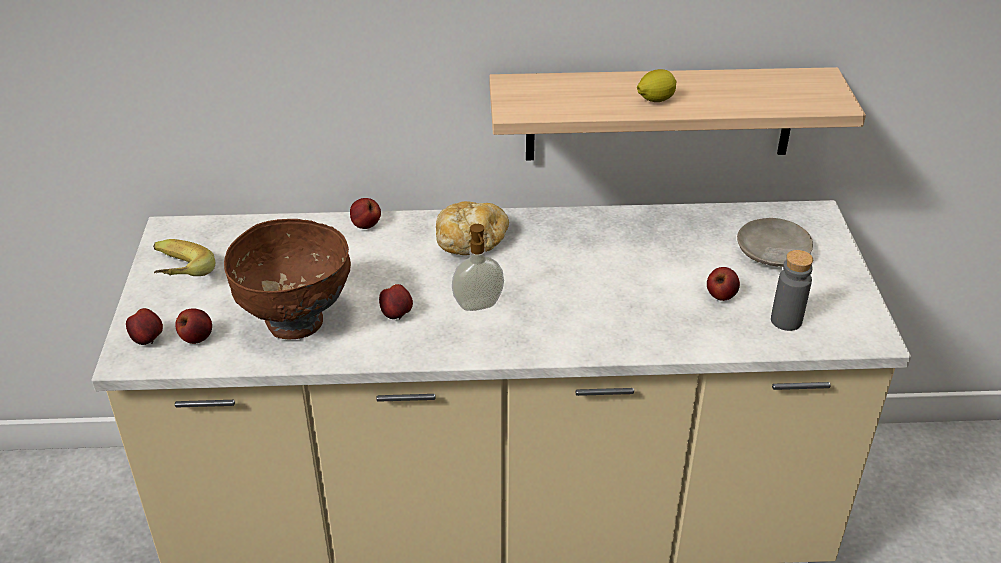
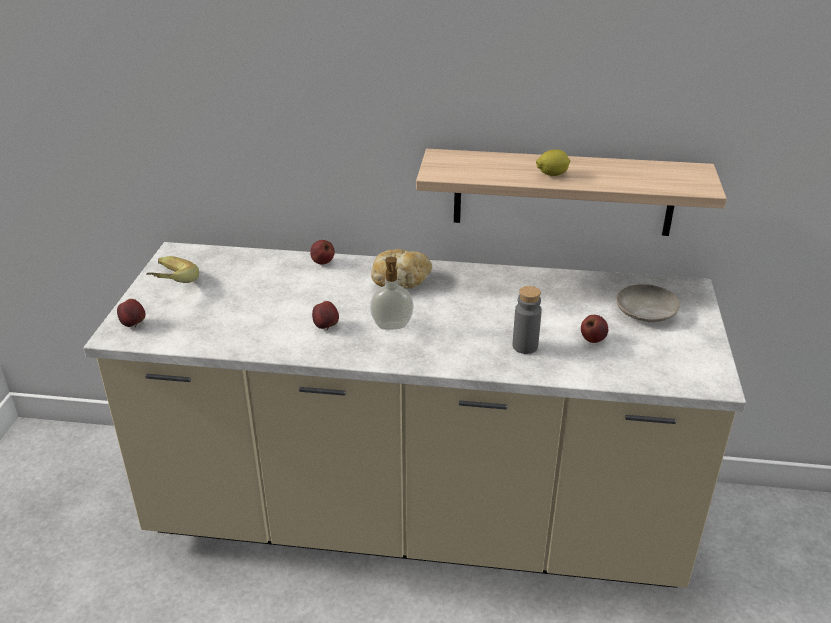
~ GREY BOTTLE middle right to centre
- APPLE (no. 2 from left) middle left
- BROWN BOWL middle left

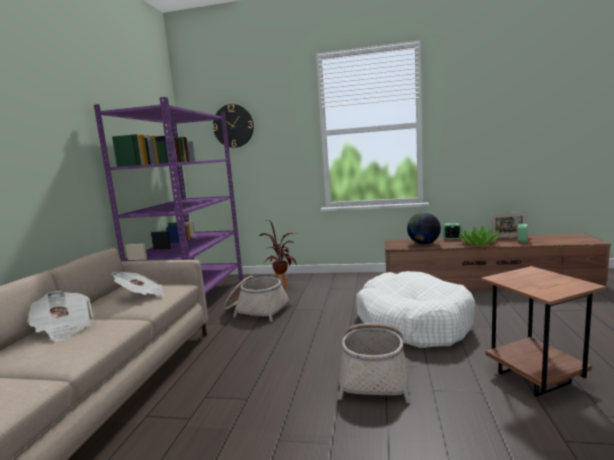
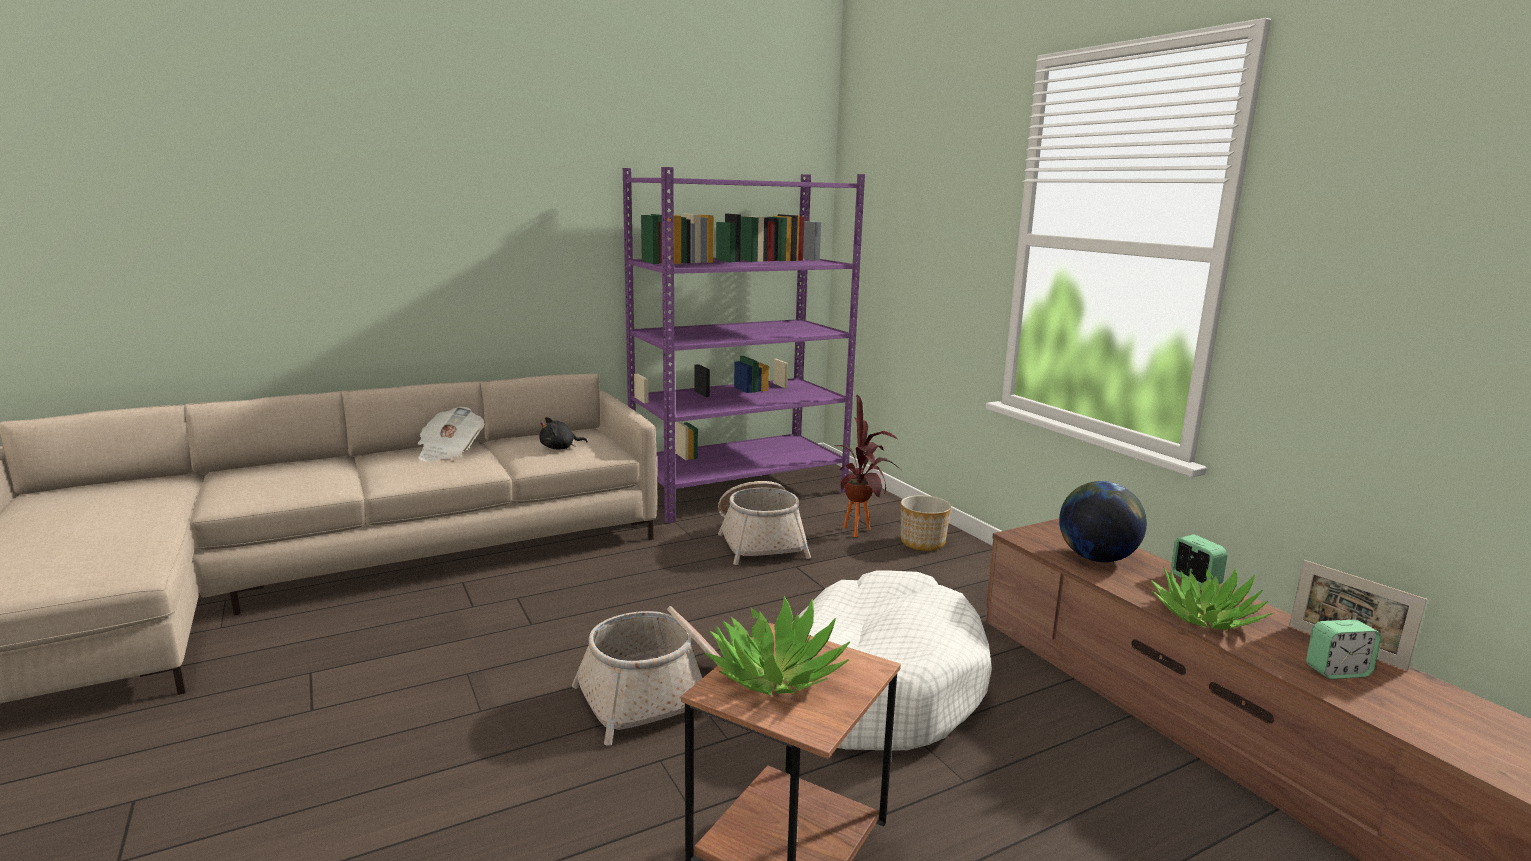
~ NEWSPAPER (no. 2 from left) middle left to BLACK PLUSH TOY centre
+ POTTED PLANT (no. 1 from left) bottom centre
+ PLANTER centre
- WALL CLOCK top centre

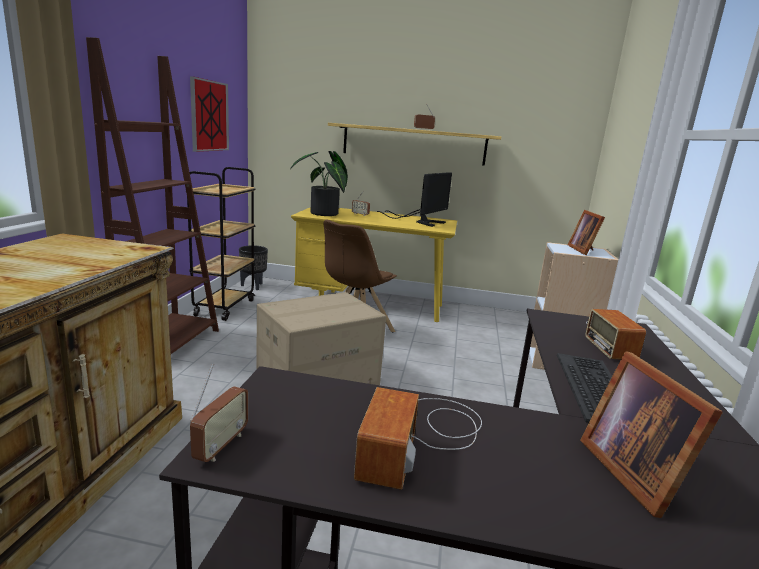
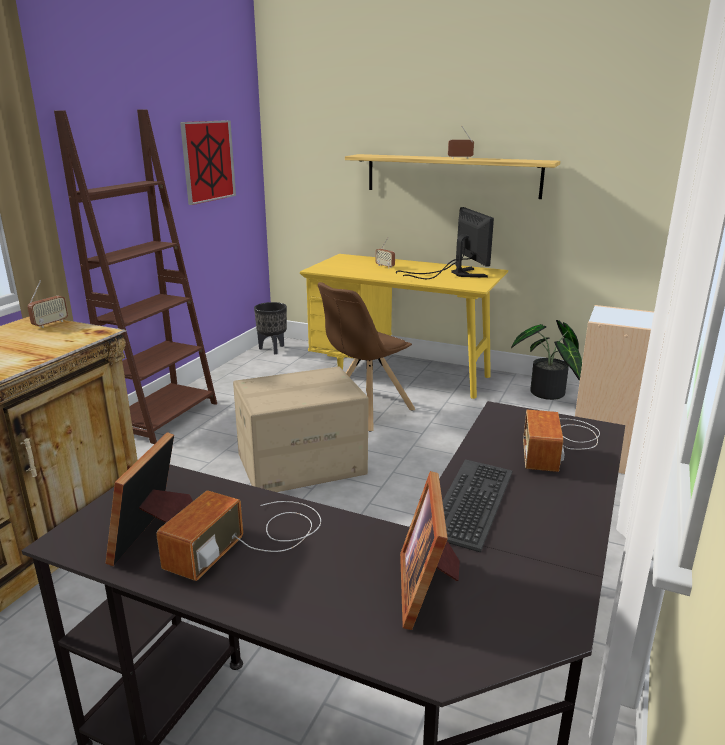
~ RADIO (no. 1 from left) bottom left to middle left
~ PICTURE FRAME (no. 1 from left) middle right to bottom left
~ MONITOR centre = top centre 60 degrees counterclockwise
~ POTTED PLANT top centre to middle right
- BROWN CART middle left

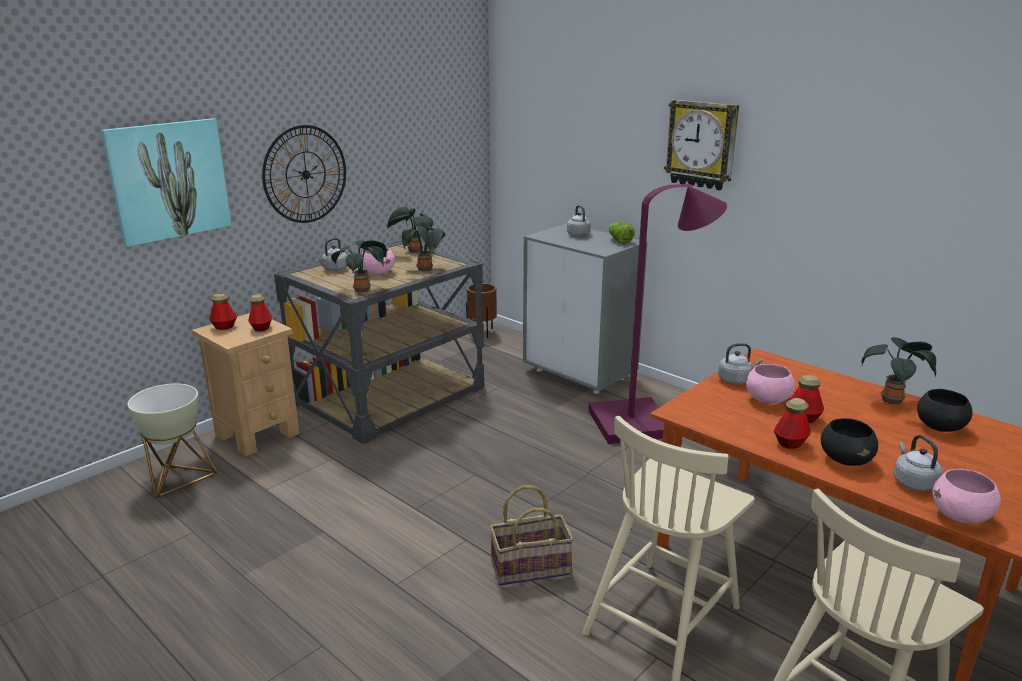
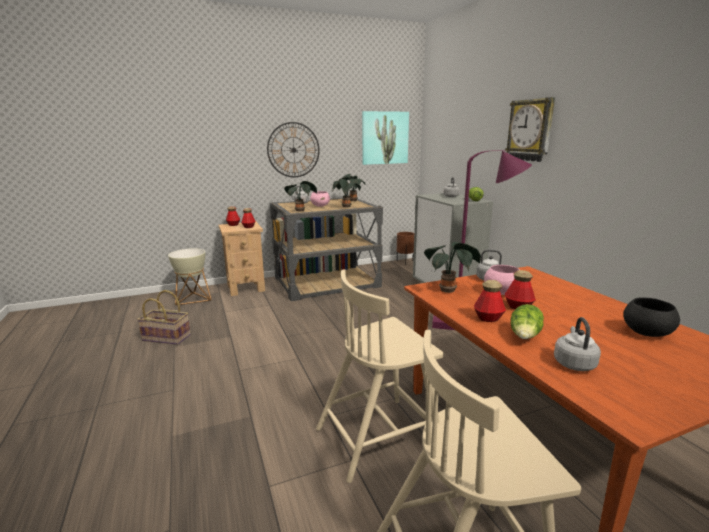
~ BASKET bottom centre to middle left
~ PICTURE top left to top centre
~ POTTED PLANT (no. 4 from left) middle right to centre
~ BLACK BOWL (no. 1 from left) middle right to LETTUCE (no. 2 from left) middle right
- PINK BOWL (no. 3 from left) bottom right

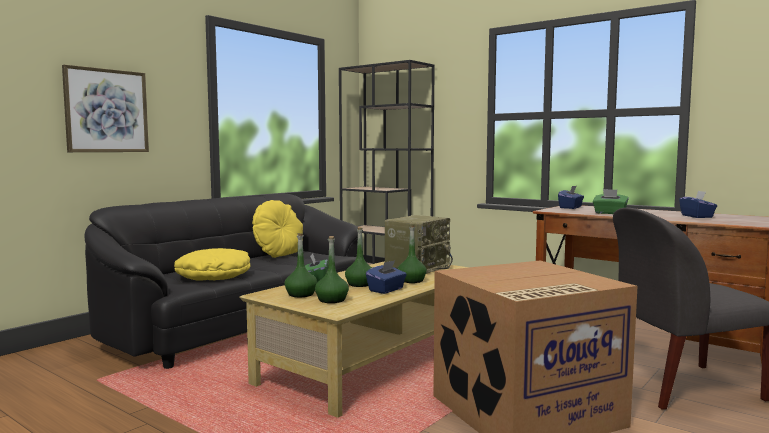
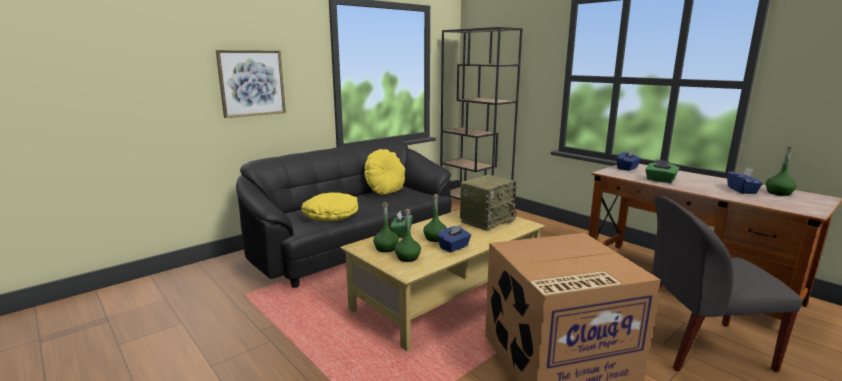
~ GREEN BOTTLE (no. 4 from left) centre to middle right

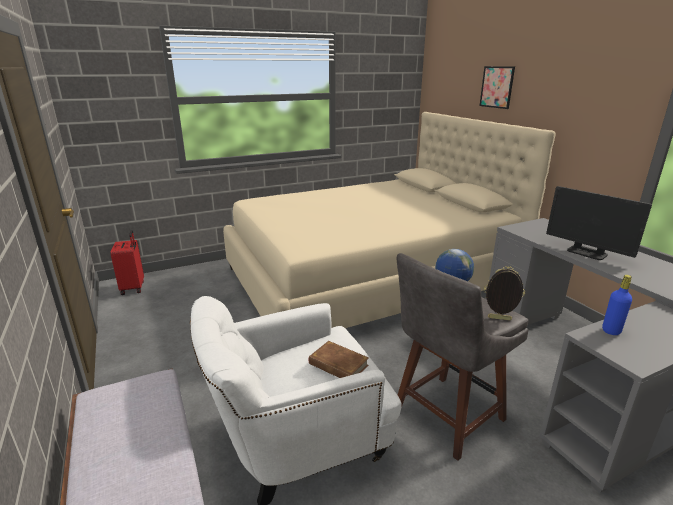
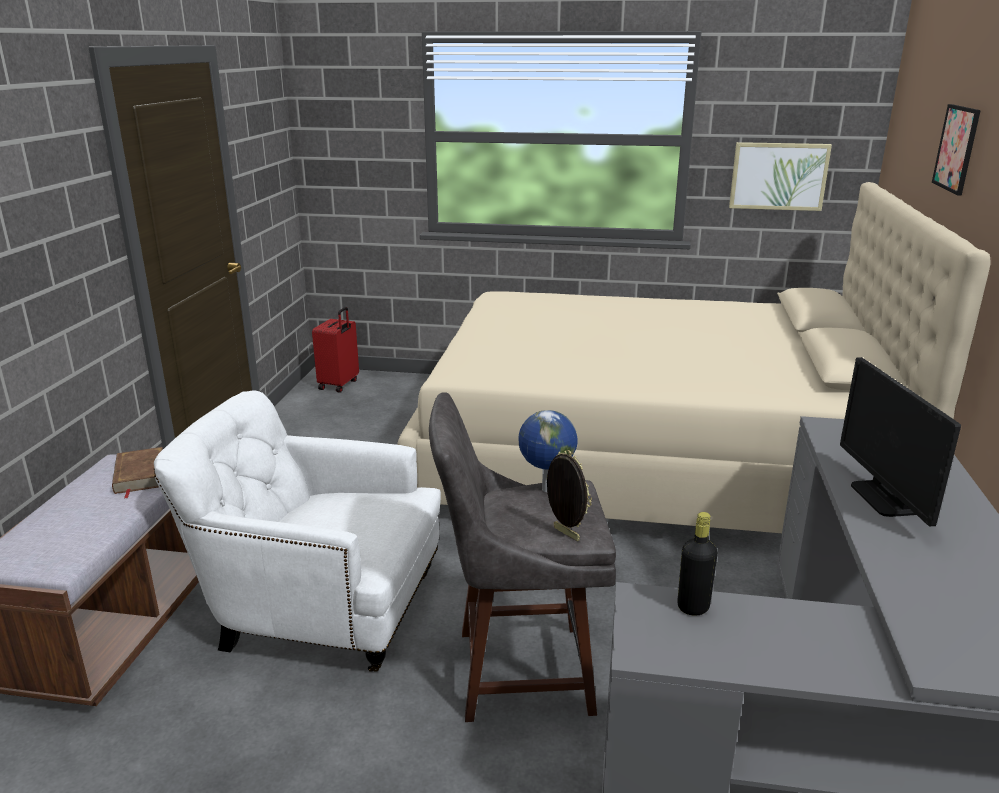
~ BROWN BOOK bottom centre to middle left
~ BLUE BOTTLE middle right to BLACK BOTTLE bottom right
+ PICTURE (no. 1 from left) top right

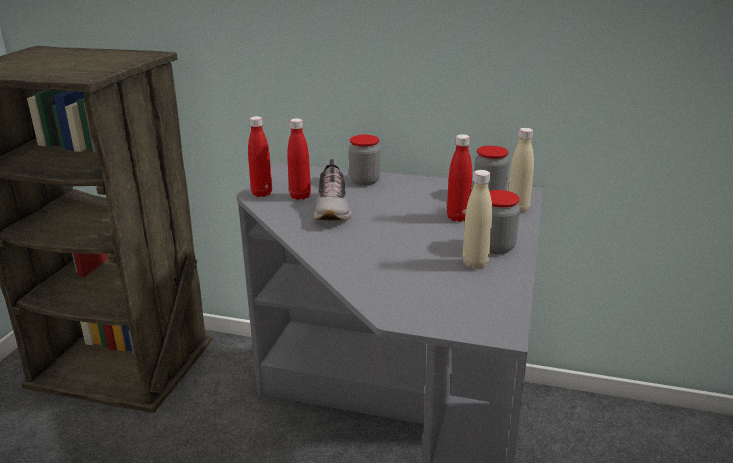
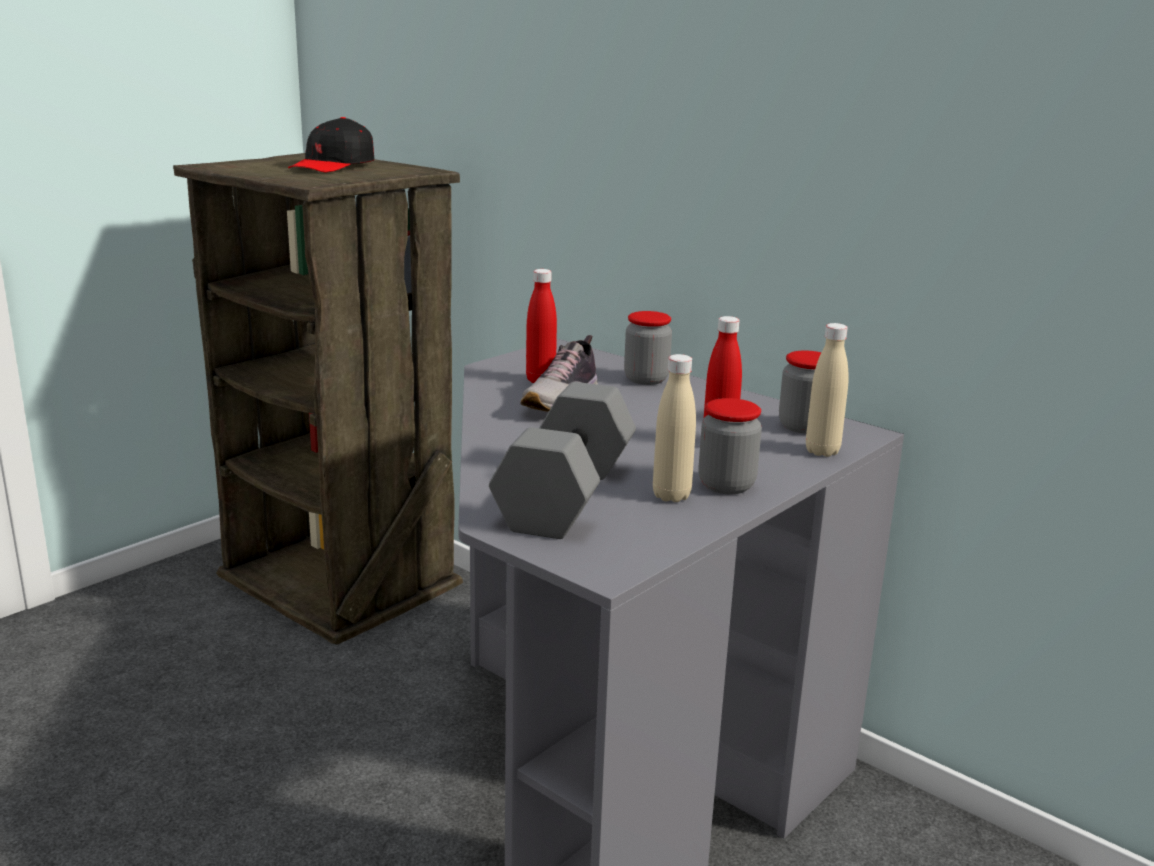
+ BLACK CAP top left
+ GREY DUMBBELL centre
- RED BOTTLE (no. 1 from left) centre

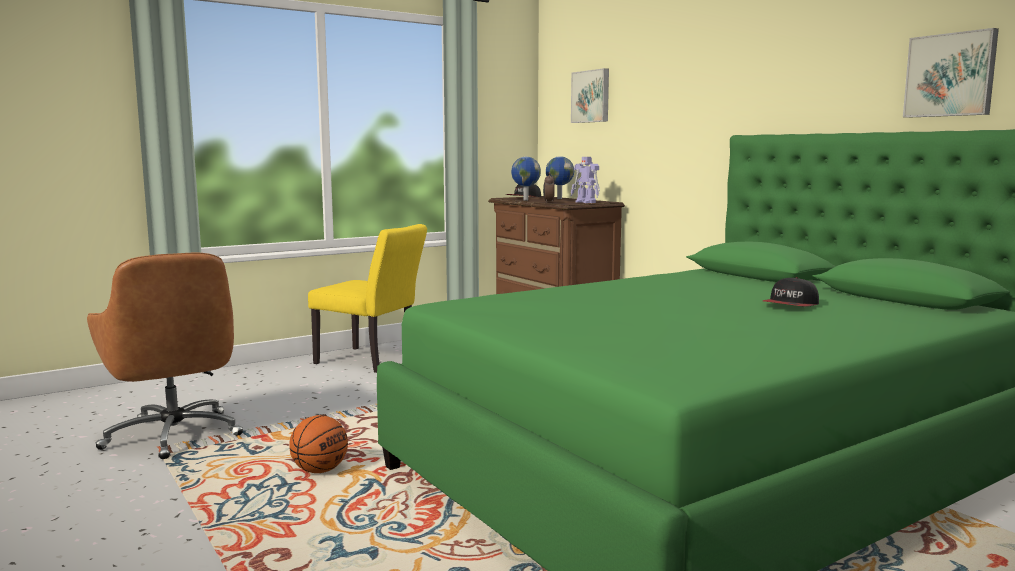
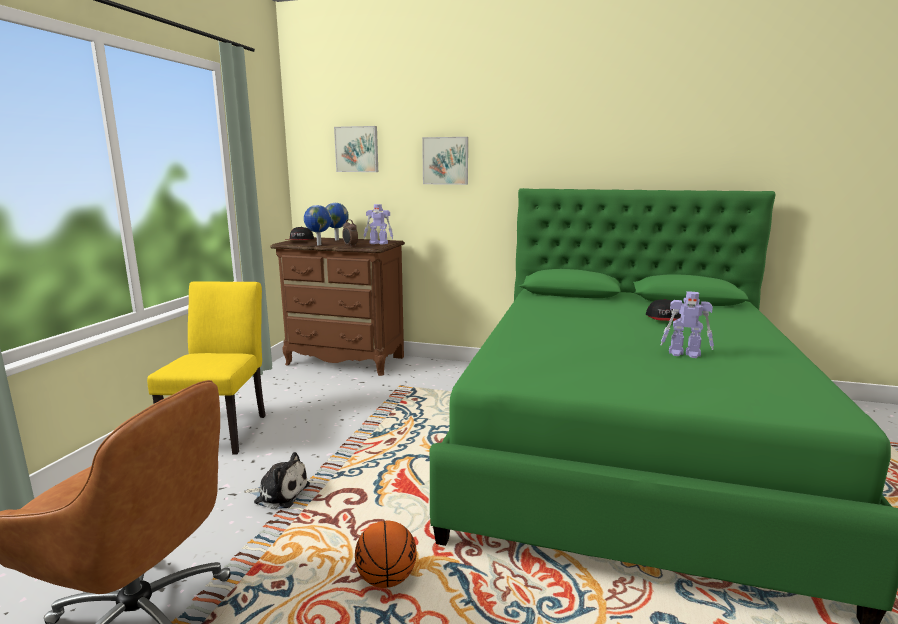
~ YELLOW CHAIR centre = middle left 75 degrees counterclockwise
+ PLUSH TOY bottom left
~ PICTURE (no. 2 from left) top right to top centre
+ TOY ROBOT (no. 2 from left) middle right

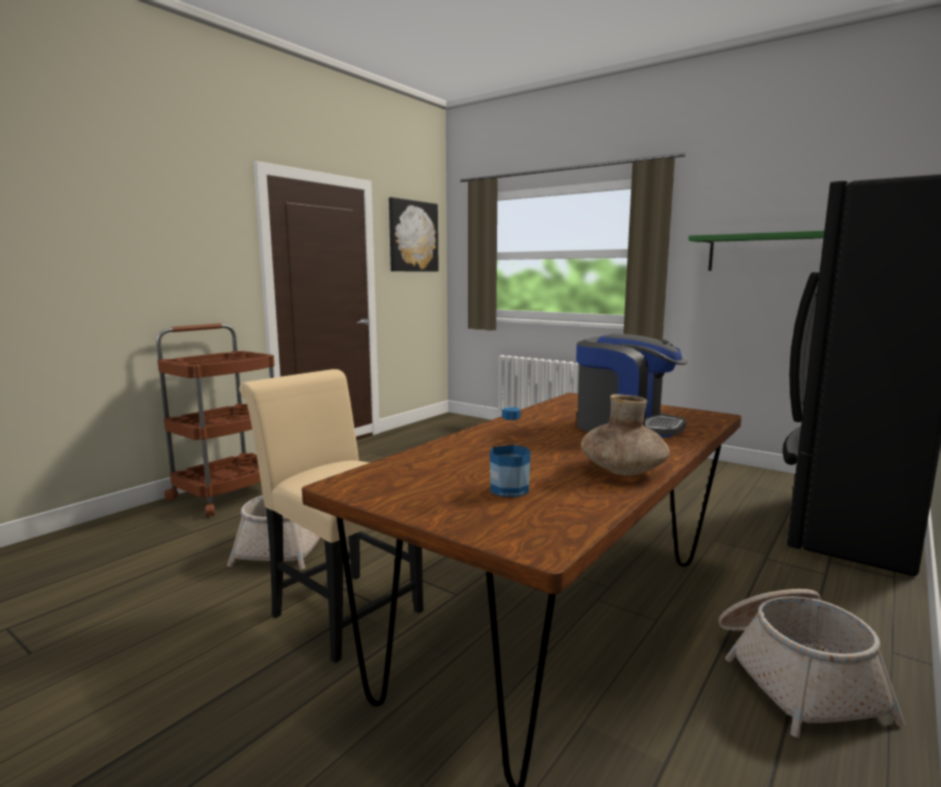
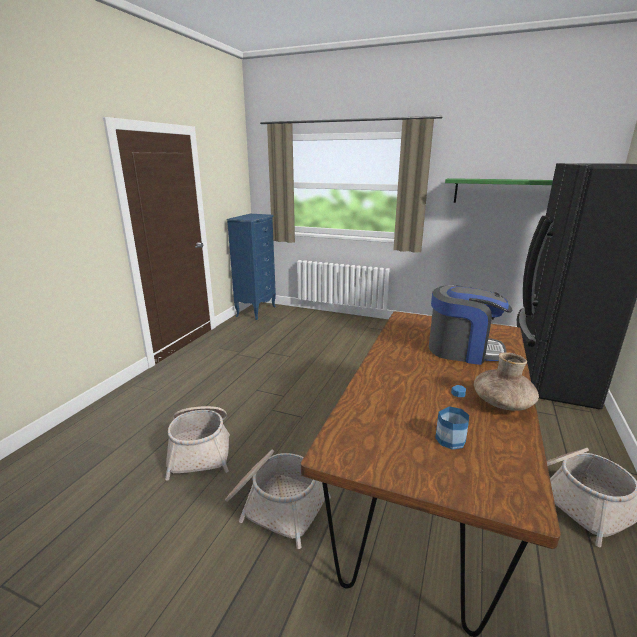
~ BEIGE CHAIR centre to BASKET (no. 2 from left) bottom centre
+ BLUE DRESSER centre
- BROWN CART middle left
- PICTURE top centre

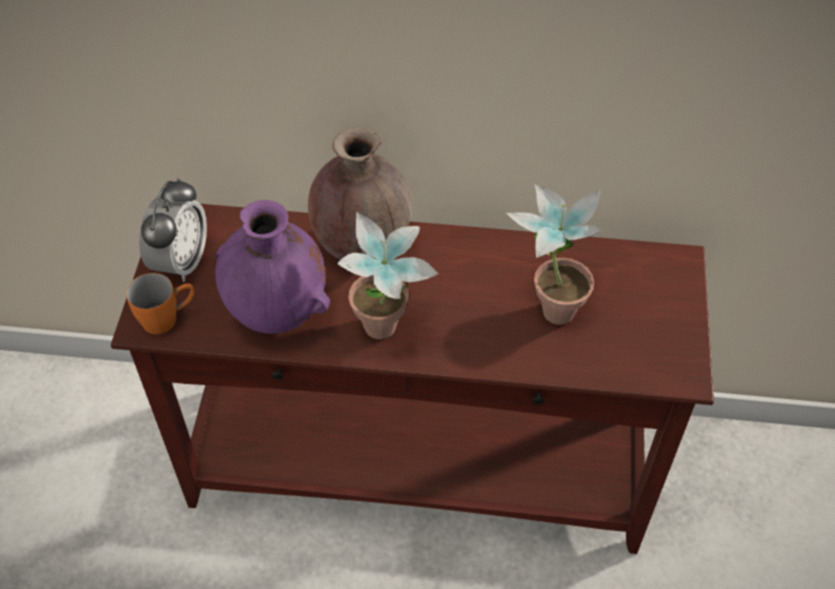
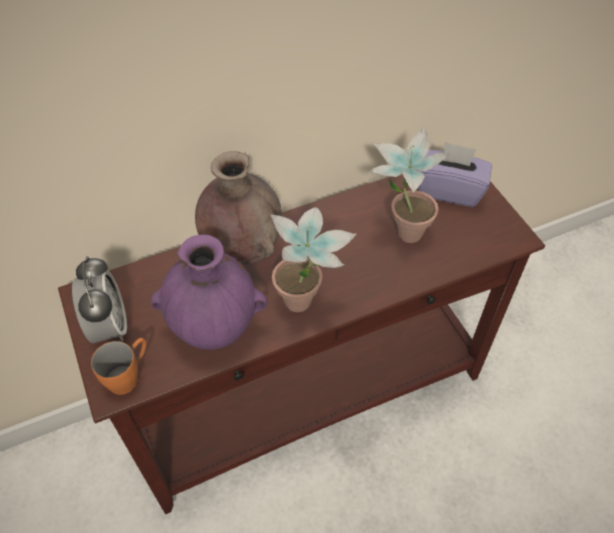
+ PURPLE TISSUE BOX top right

